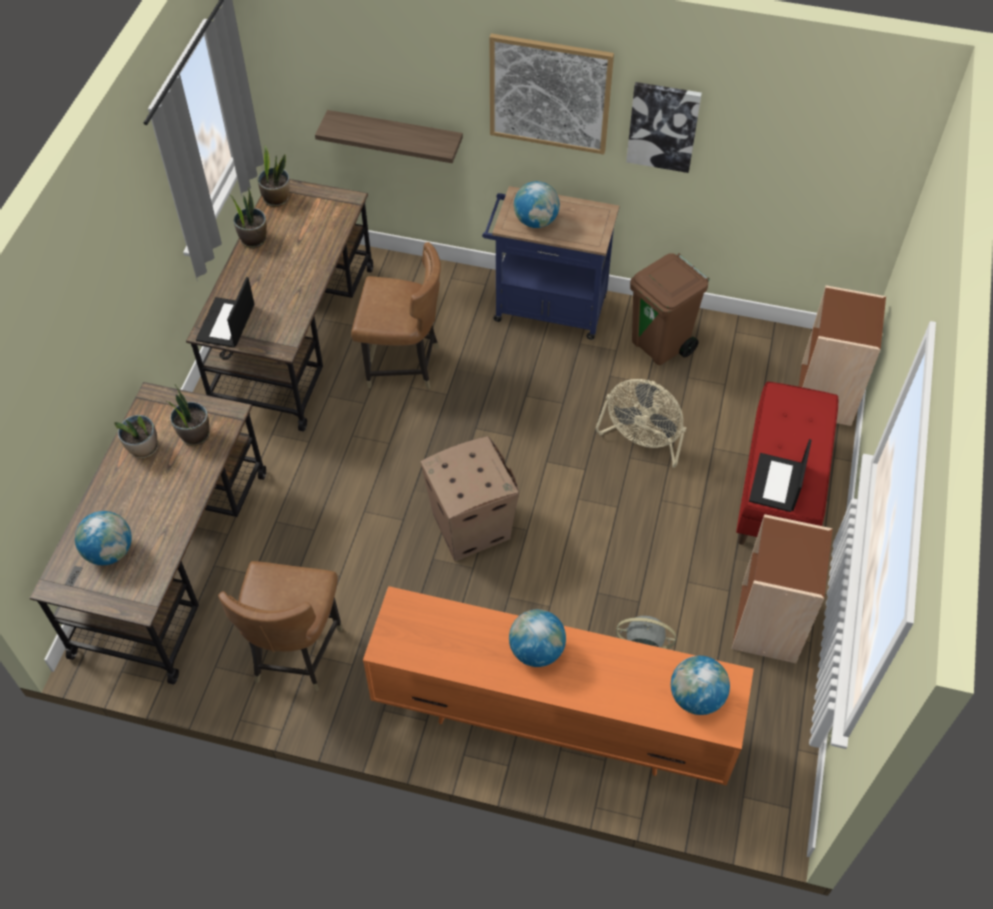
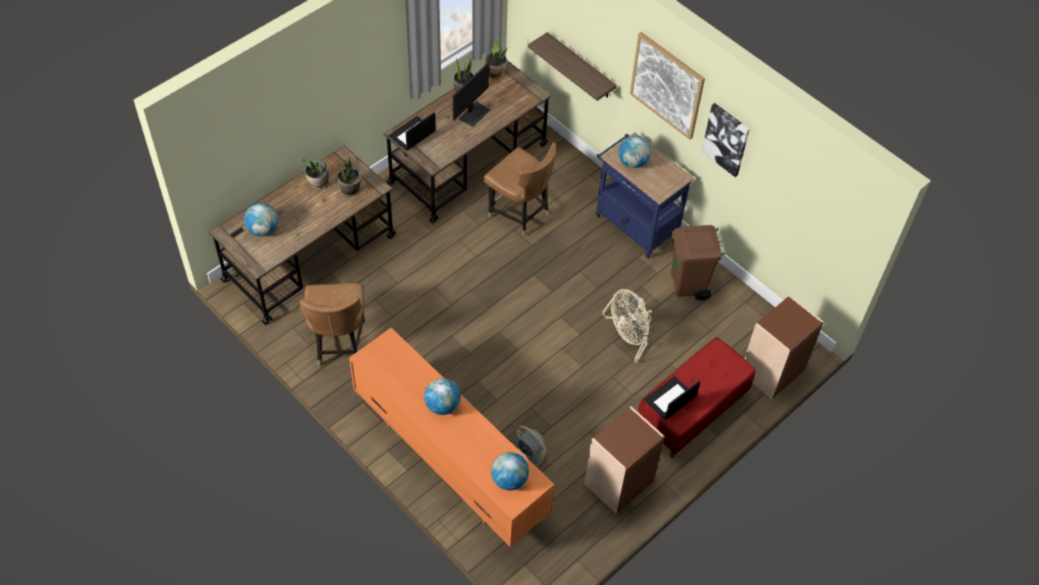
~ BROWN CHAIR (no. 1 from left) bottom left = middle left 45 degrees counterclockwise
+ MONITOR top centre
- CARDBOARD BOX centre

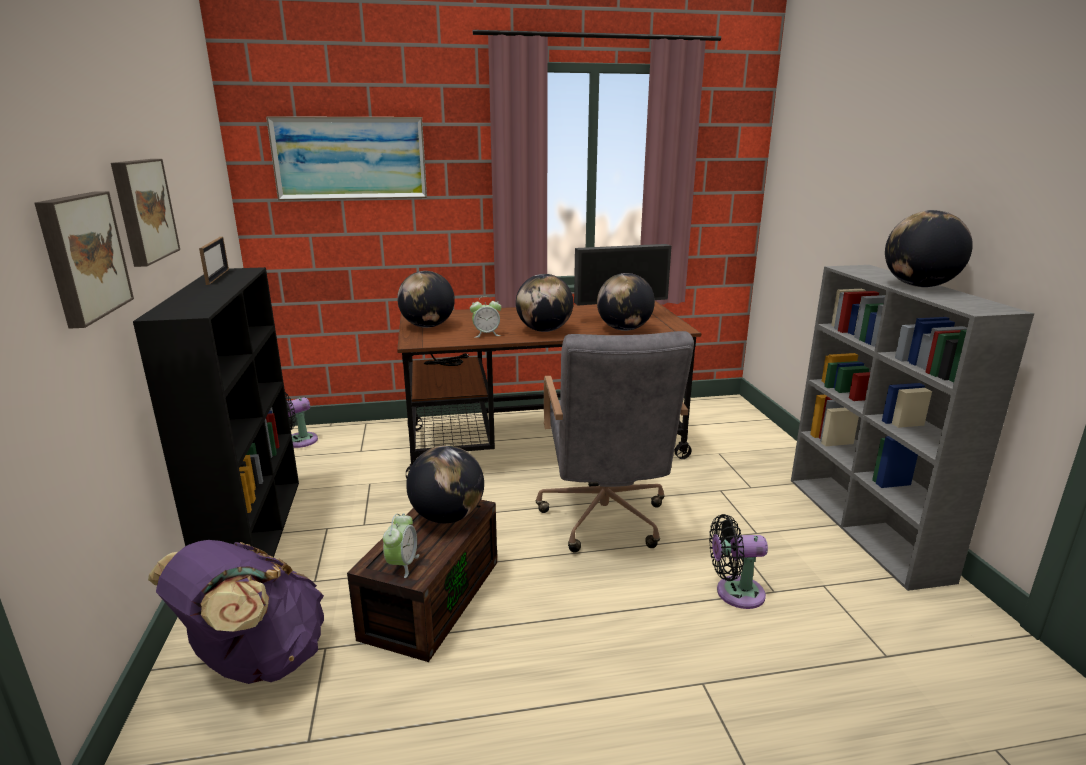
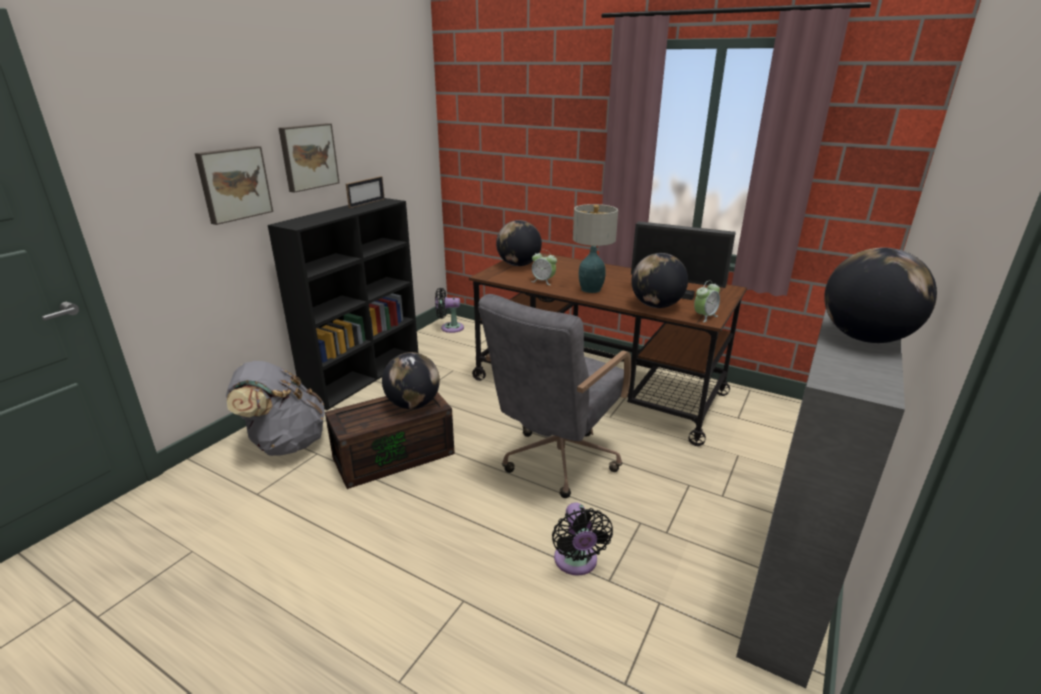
~ PURPLE BACKPACK bottom left to GREY BACKPACK middle left
~ BLACK FAN (no. 2 from left) bottom right = bottom centre 135 degrees counterclockwise
~ GLOBE (no. 3 from left) centre to TABLE LAMP centre
~ ALARM CLOCK (no. 1 from left in the first image) bottom centre to ALARM CLOCK (no. 2 from left) middle right
- PICTURE (no. 3 from left) top left

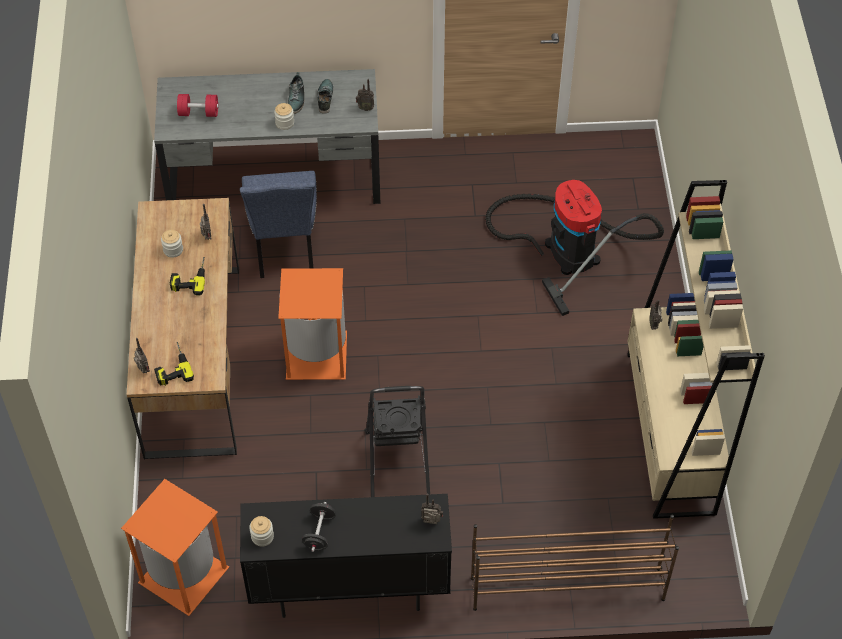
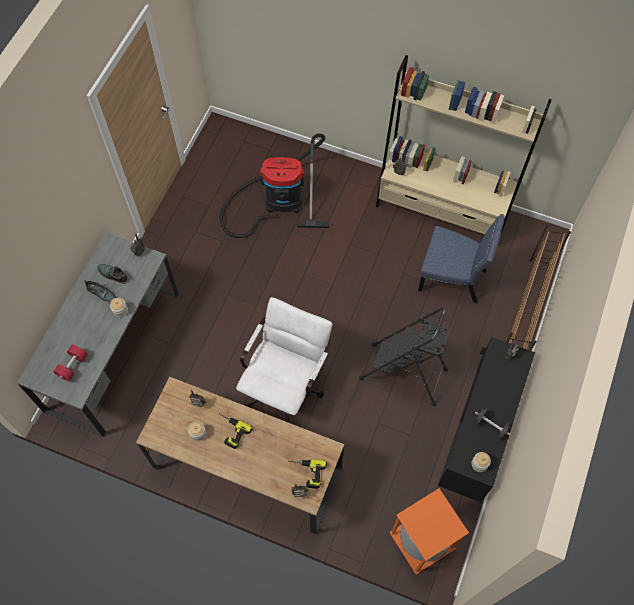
~ ORANGE TRASH CAN (no. 2 from left) centre to WHITE OFFICE CHAIR centre
~ BLUE CHAIR middle left to middle right

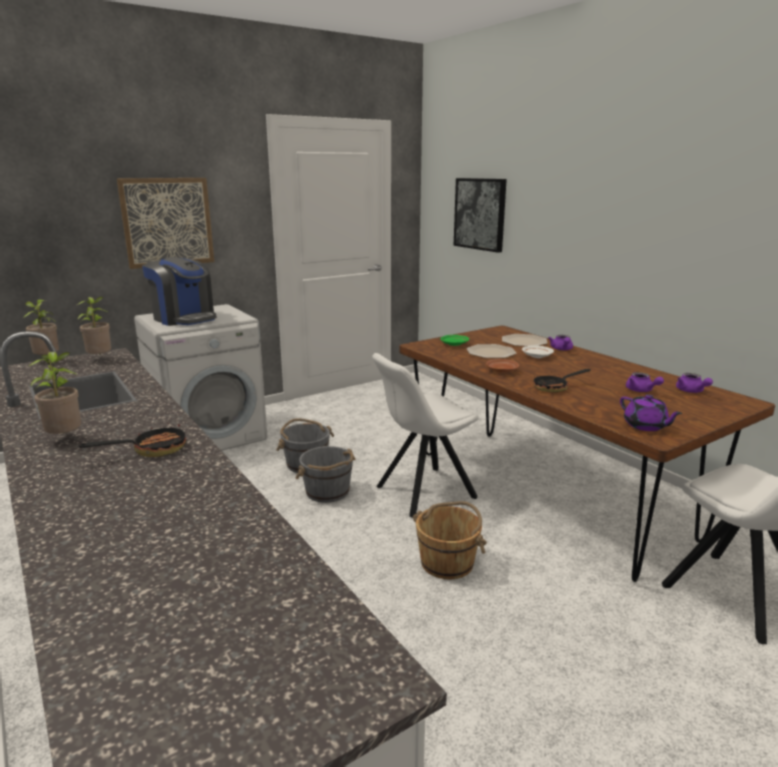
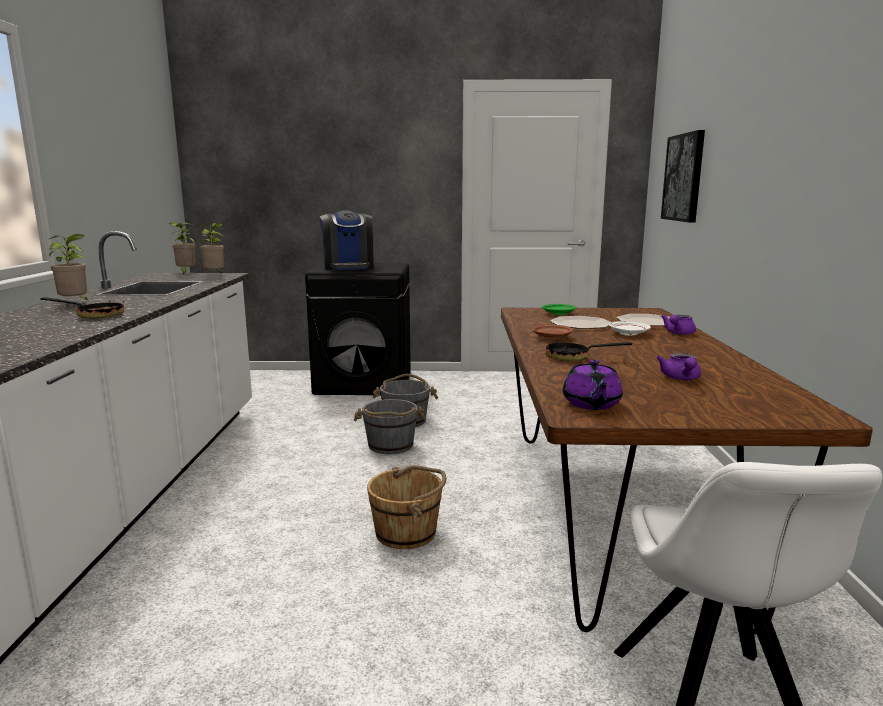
~ WHITE WASHING MACHINE middle left to BLACK WASHING MACHINE centre
- PICTURE (no. 1 from left) top left
- WHITE CHAIR (no. 1 from left) centre
- PURPLE TEAPOT (no. 4 from left) middle right

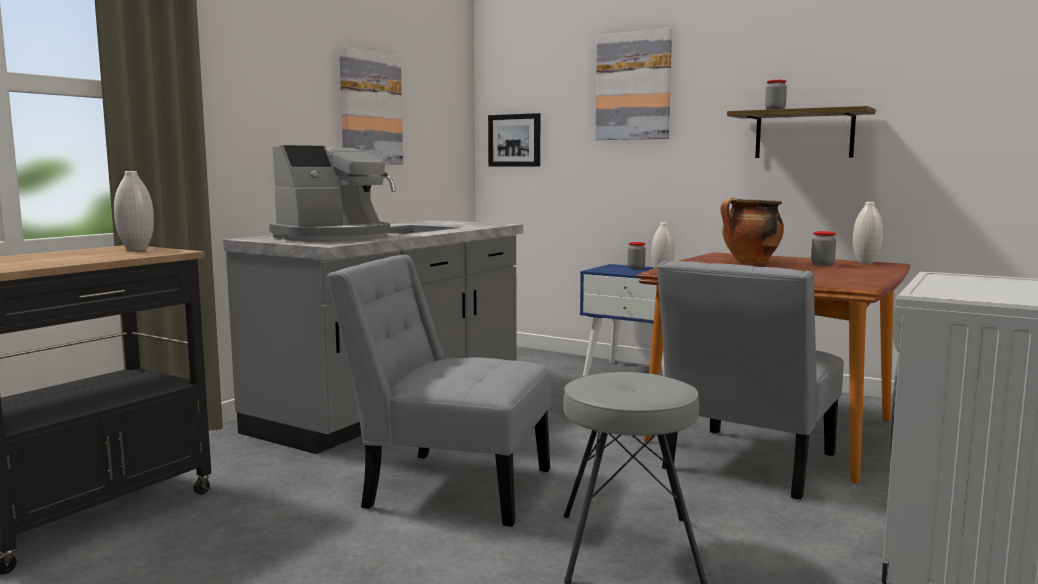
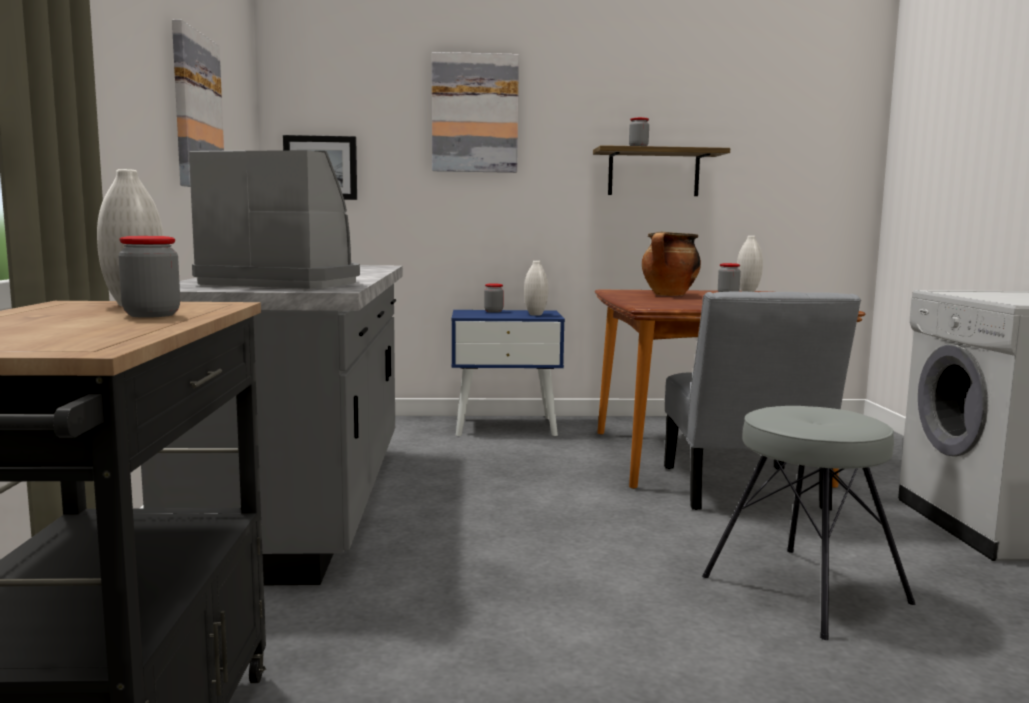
+ JAR (no. 1 from left) middle left
~ COFFEE MACHINE top left = top left 90 degrees counterclockwise
- GREY CHAIR (no. 1 from left) bottom centre

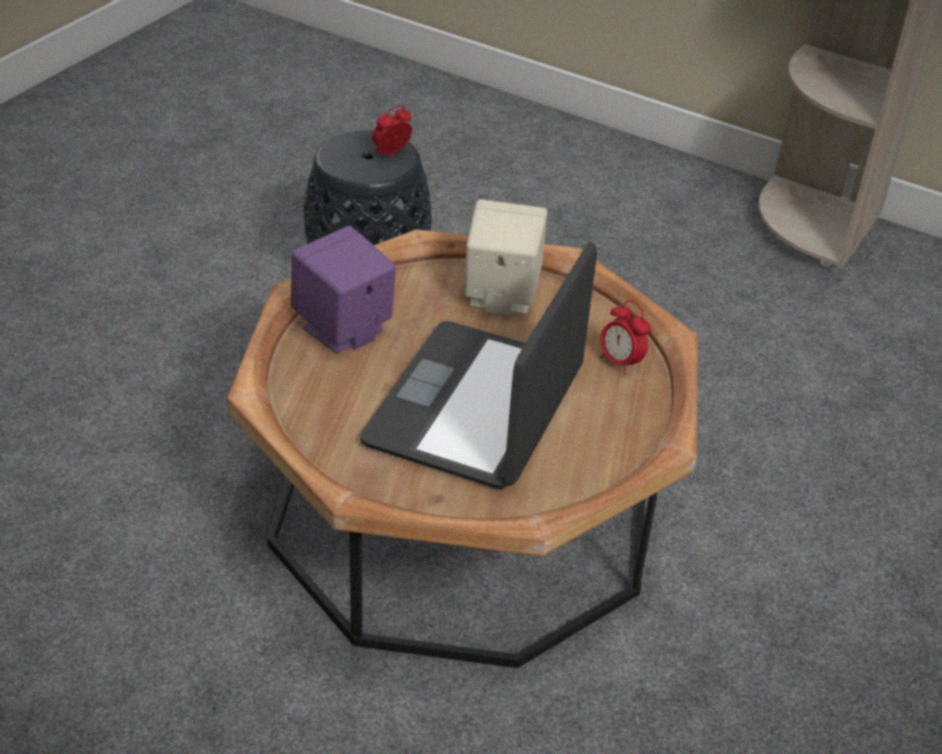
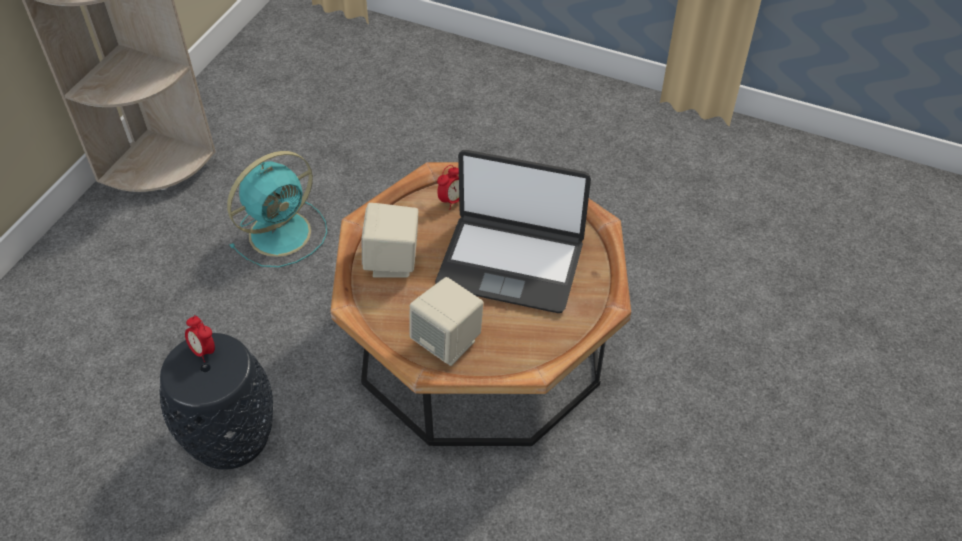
+ TURQUOISE FAN middle left
~ PURPLE SPEAKER centre to BEIGE SPEAKER (no. 2 from left) centre

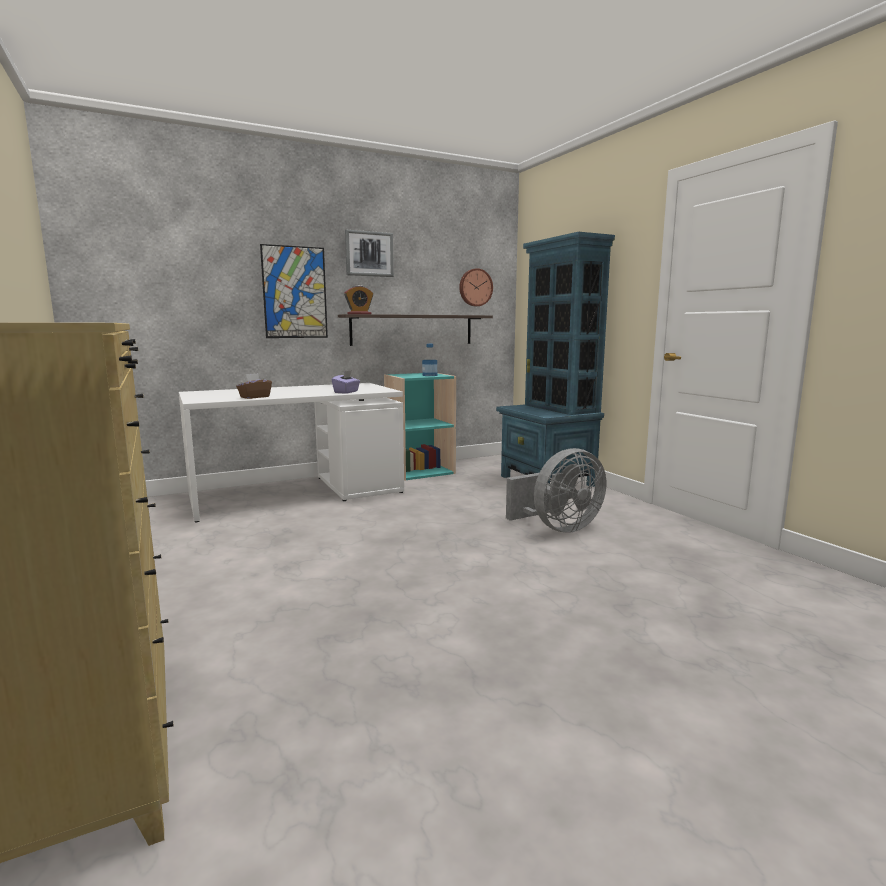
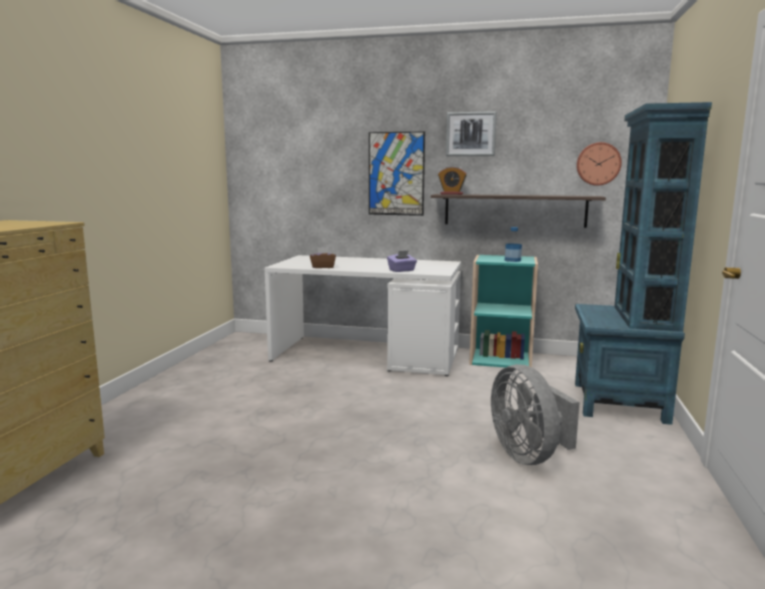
~ GREY FAN centre = bottom right 60 degrees clockwise

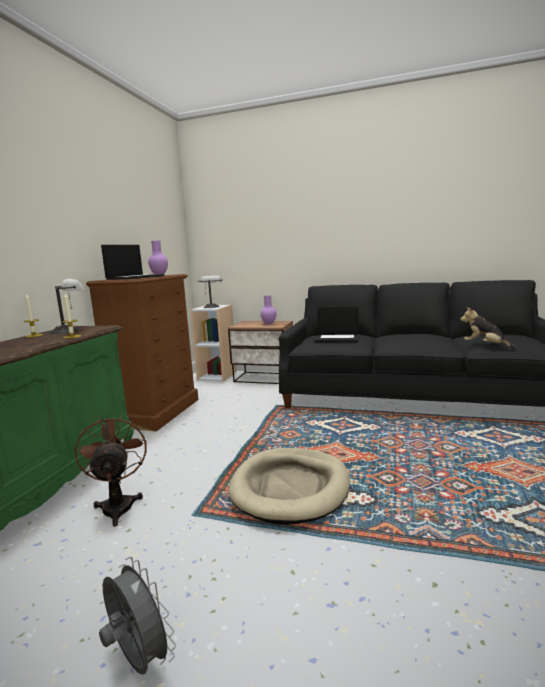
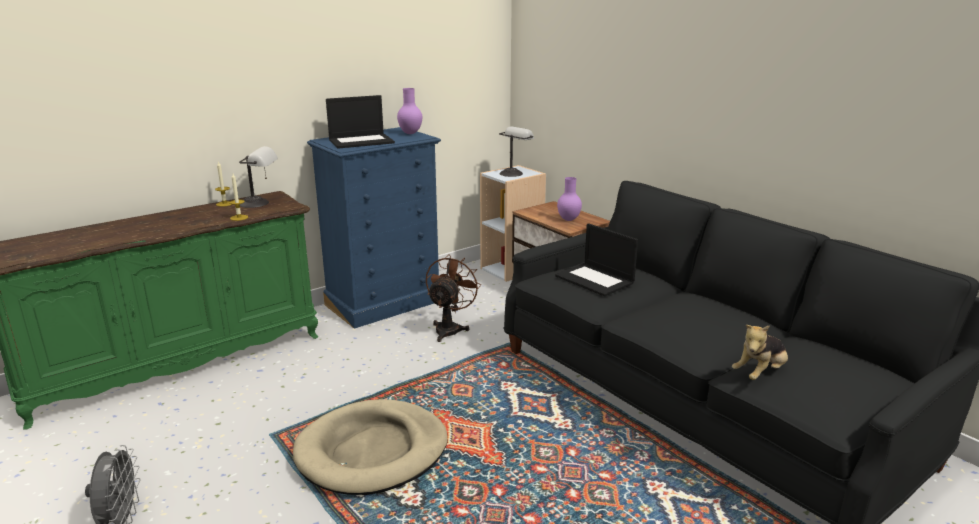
~ BROWN DRESSER middle left to BLUE DRESSER centre
~ BROWN FAN bottom left to centre
~ PLUSH TOY middle right = bottom right 120 degrees counterclockwise

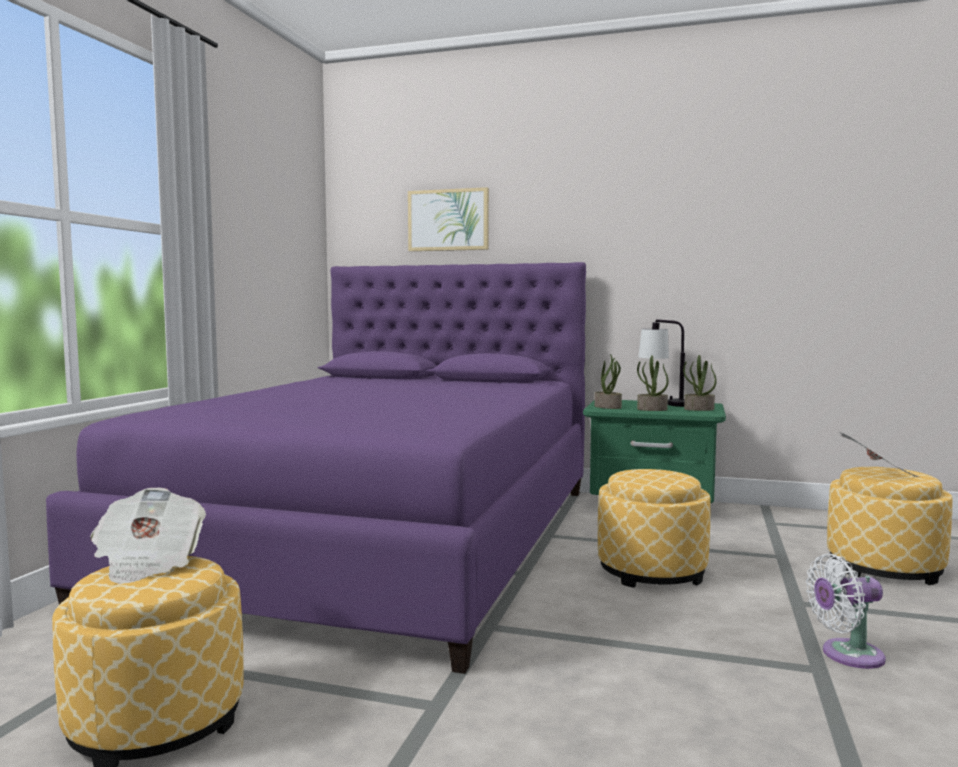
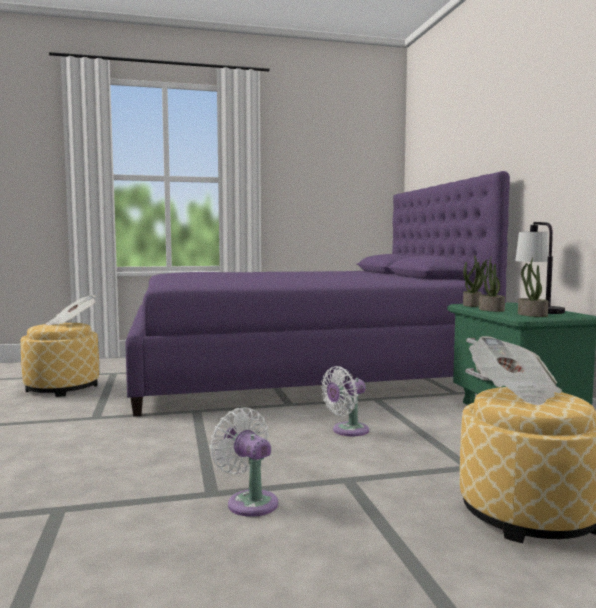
~ OTTOMAN (no. 2 from left) bottom right to WHITE FAN (no. 2 from left) centre
- PICTURE top centre

